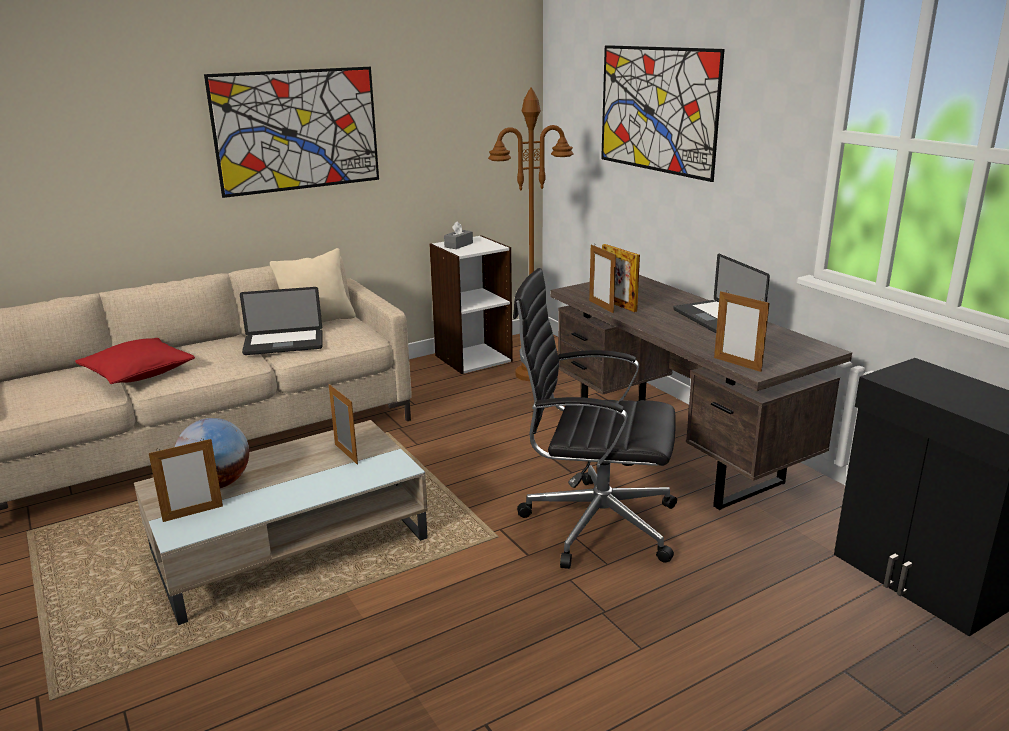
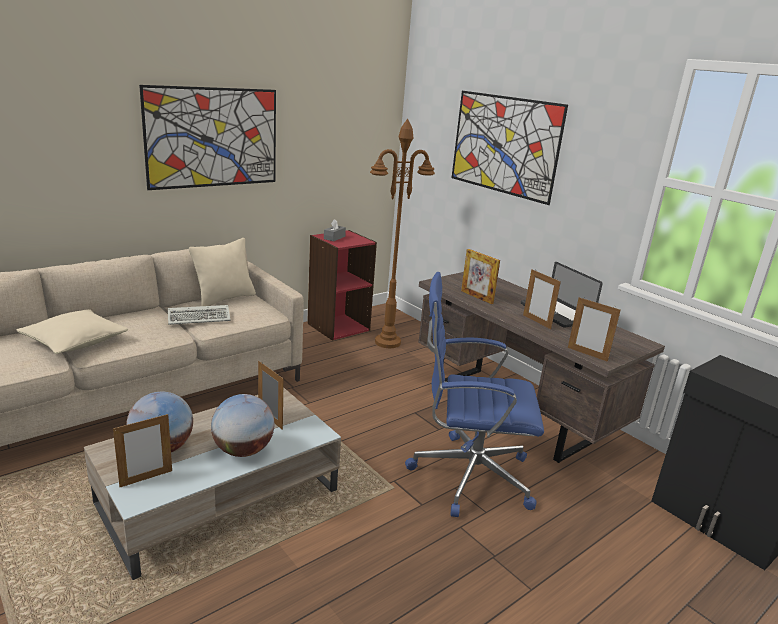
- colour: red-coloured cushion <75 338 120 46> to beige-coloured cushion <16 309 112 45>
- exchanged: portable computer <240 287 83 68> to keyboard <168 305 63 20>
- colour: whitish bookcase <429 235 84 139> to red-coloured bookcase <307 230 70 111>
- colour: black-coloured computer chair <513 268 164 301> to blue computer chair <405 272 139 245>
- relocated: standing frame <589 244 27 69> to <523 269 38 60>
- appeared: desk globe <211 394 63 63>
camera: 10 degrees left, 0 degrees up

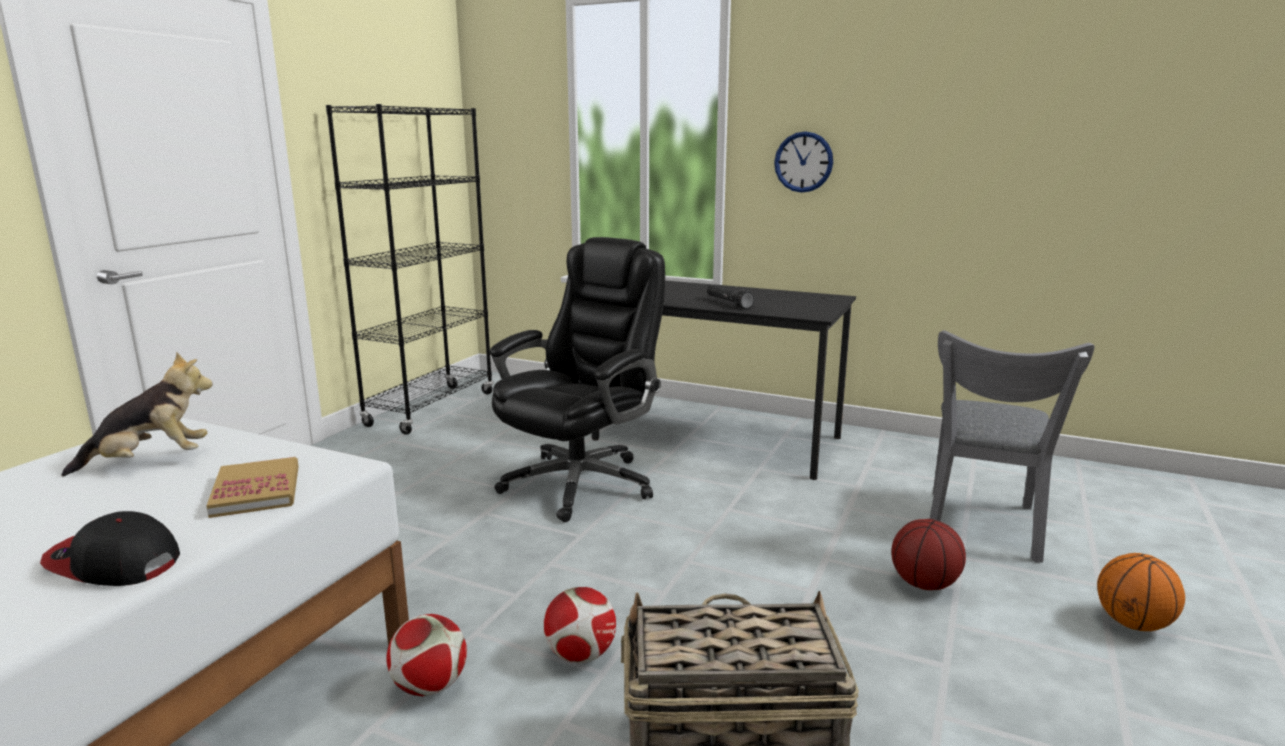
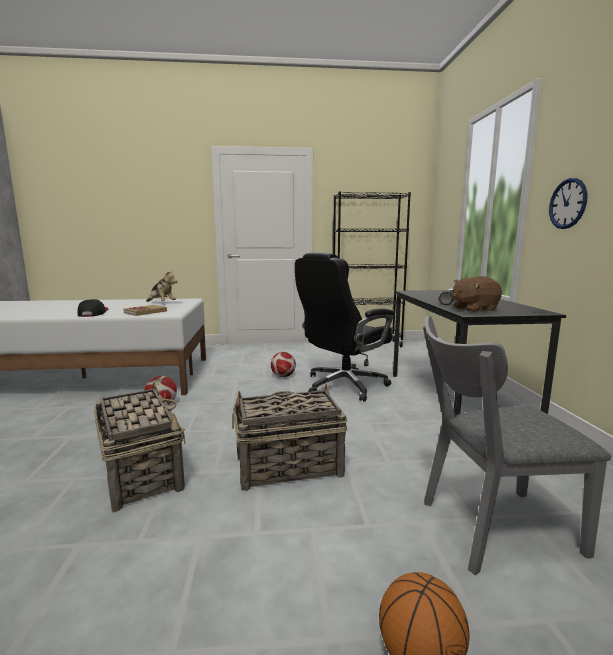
- spun: black-coloured computer chair <490 237 175 285> = <295 252 100 150> 135 degrees clockwise
- relocated: football <543 587 73 76> to <271 352 25 25>
- missing: basketball <891 519 75 71>
- appeared: storage basket <232 384 115 107>
- appeared: brown-coloured soft toy <452 276 50 36>
camera: 60 degrees right, 5 degrees down

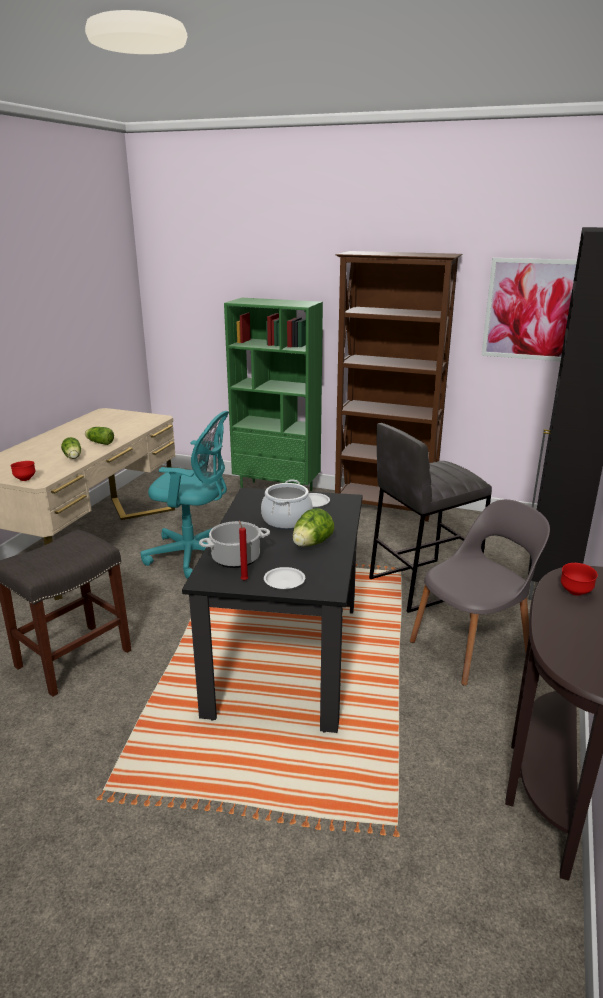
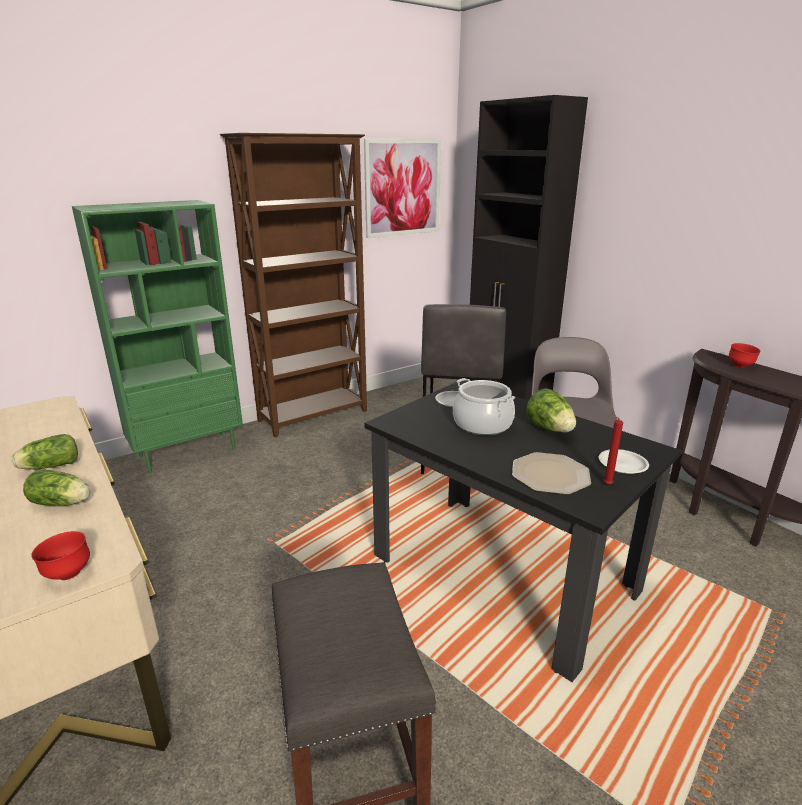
- missing: turquoise-coloured computer chair <140 411 89 168>
- exchanged: saucepot <199 521 71 47> to plate <512 452 79 43>
camera: 55 degrees left, 0 degrees up

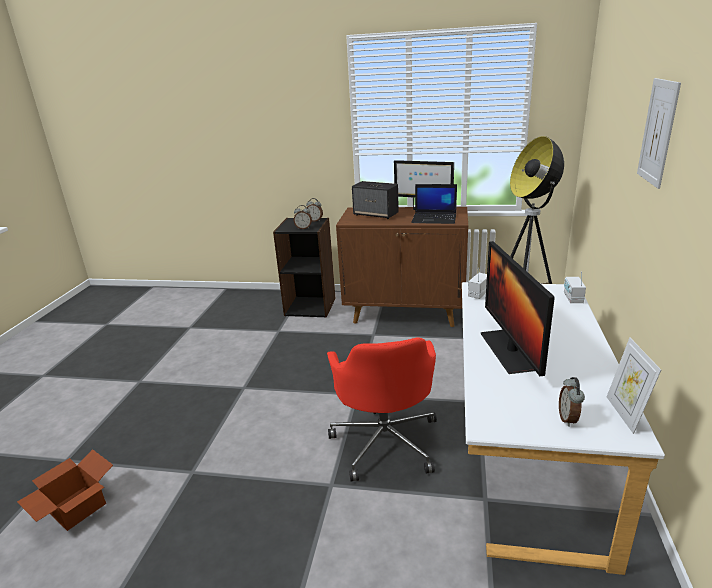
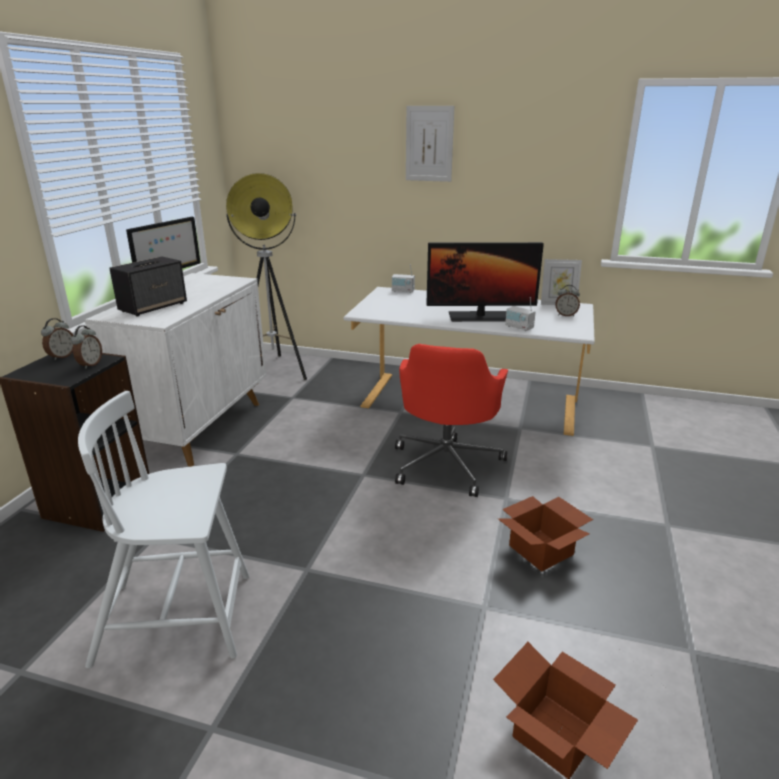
- spun: red-coloured computer chair <327 337 110 145> = <395 344 113 153> 105 degrees clockwise
- colour: brown-coloured cupboard <336 207 132 120> to whitish cupboard <85 273 181 194>
- missing: portable computer <411 184 46 40>
- relocated: radio <468 268 19 31> to <505 297 31 34>
- appeared: whitish upright chair <78 391 171 277>
- appeared: carton <498 496 95 76>
camera: 85 degrees left, 0 degrees up

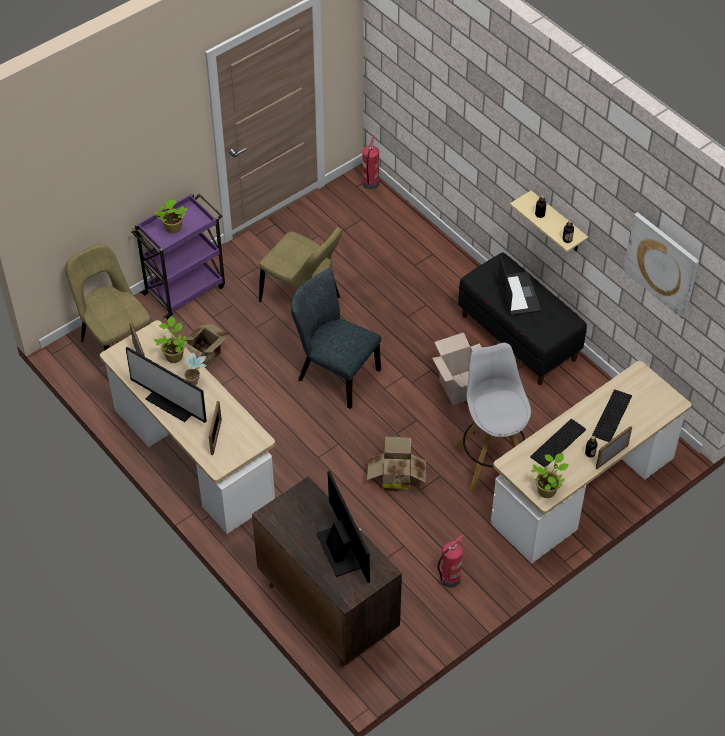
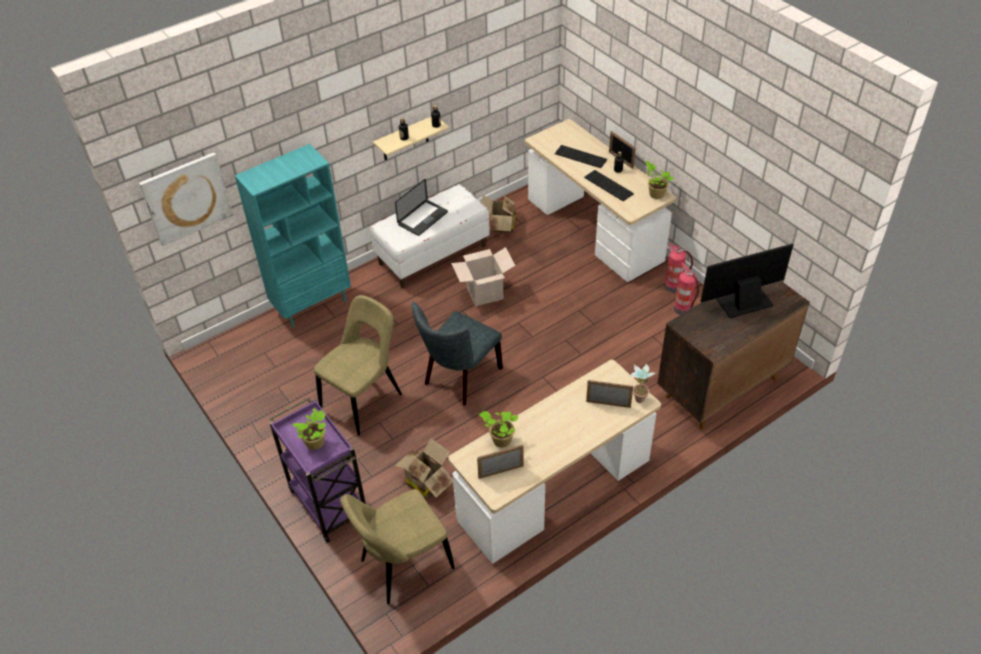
- missing: monitor <126 347 81 76>
- relocated: houseplant <183 352 24 34> to <630 363 25 40>
- relocated: extinguisher <362 135 17 55> to <665 244 28 49>
- relocated: carton <367 437 59 54> to <482 195 34 38>
- missing: whitish stool seat <455 343 76 148>
- colour: black-coloured indoor bench <458 252 129 133> to whitish indoor bench <370 184 120 104>
- spun: portable computer <498 255 43 61> = <395 179 53 57> 135 degrees clockwise
- relocated: picture <623 212 76 107> to <139 153 94 93>
- appeared: turquoise-coloured bookcase <235 144 116 184>
camera: 85 degrees left, 5 degrees down

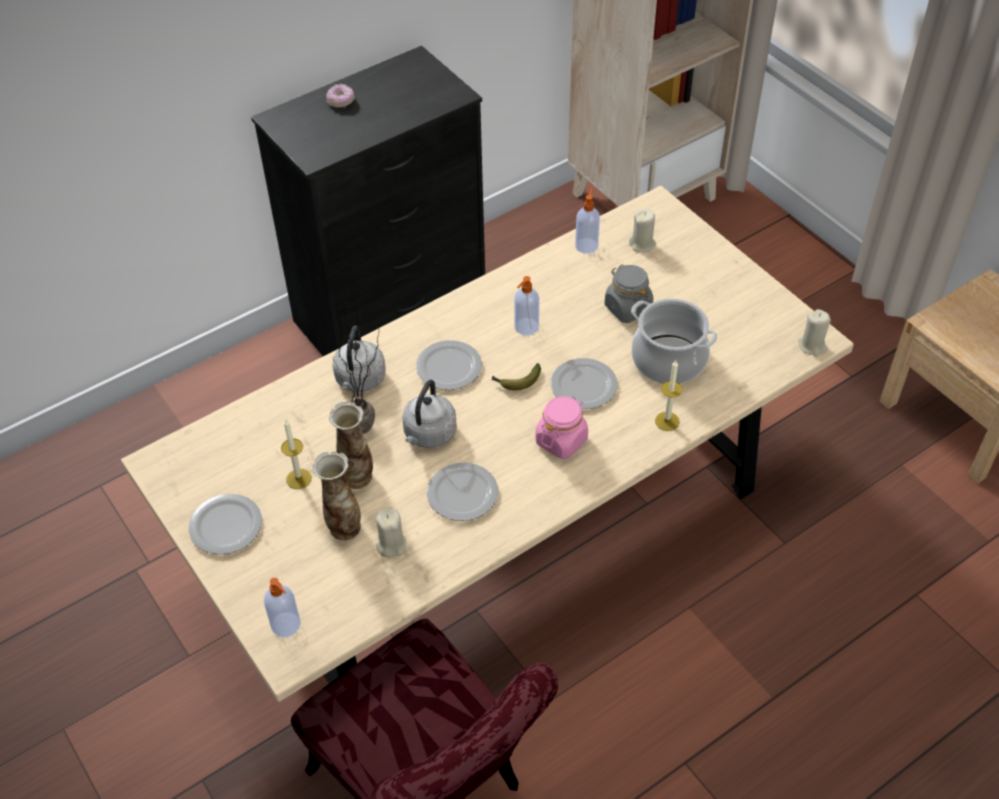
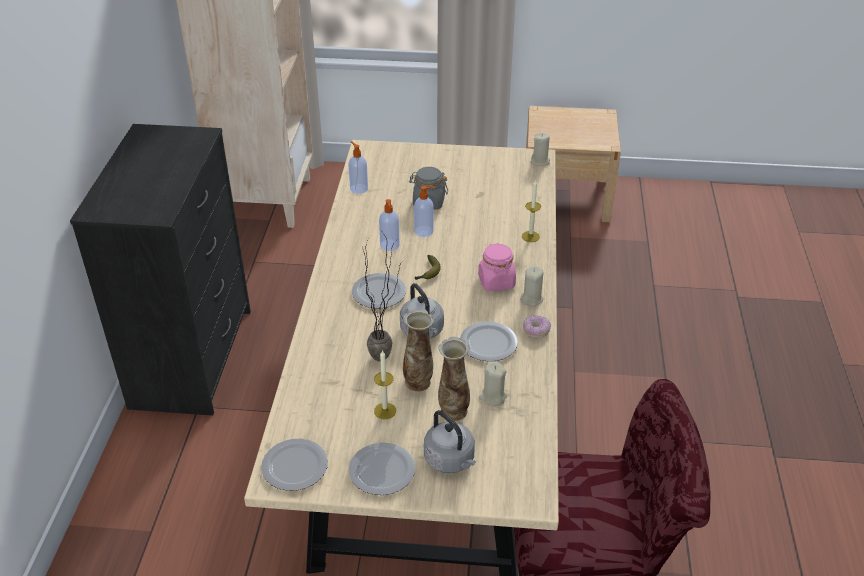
- relocated: liquid soap bottle <264 578 37 59> to <414 186 21 51>
- relocated: ring doughnut <326 84 28 24> to <523 315 28 24>
- relocated: gray water kettle <333 326 53 66> to <424 410 52 64>
- relocated: plate <551 358 67 51> to <261 438 67 53>
- relocated: beige-coloured candle <629 209 27 43> to <520 266 24 40>
- missing: saucepot <631 298 86 86>
camera: 50 degrees left, 10 degrees down

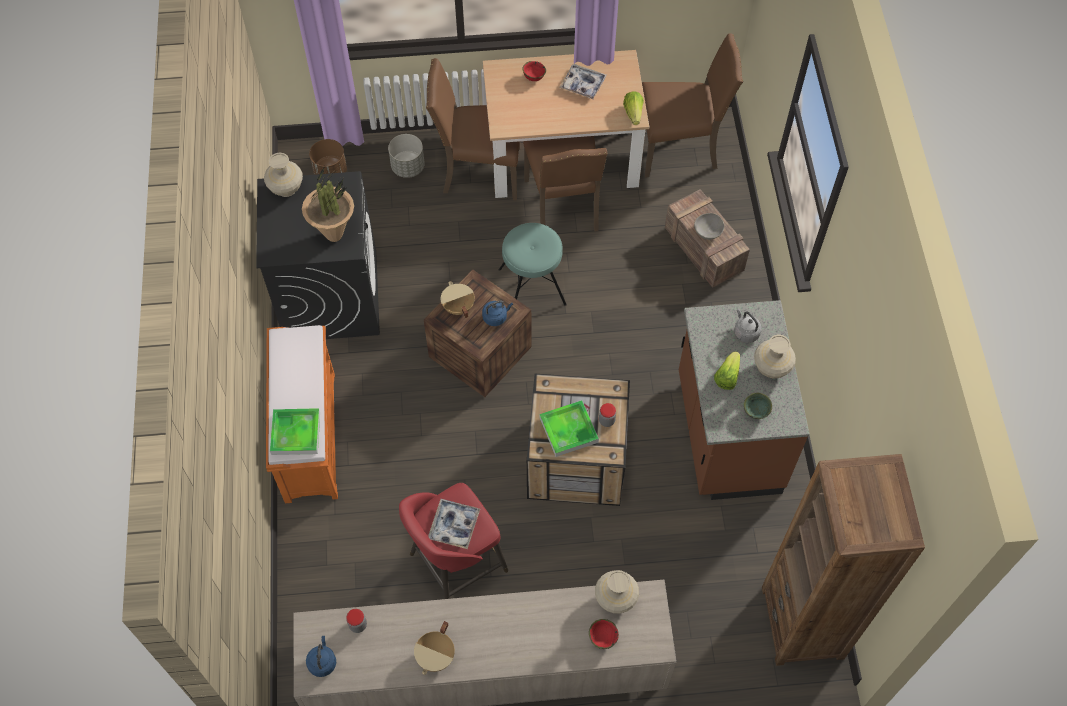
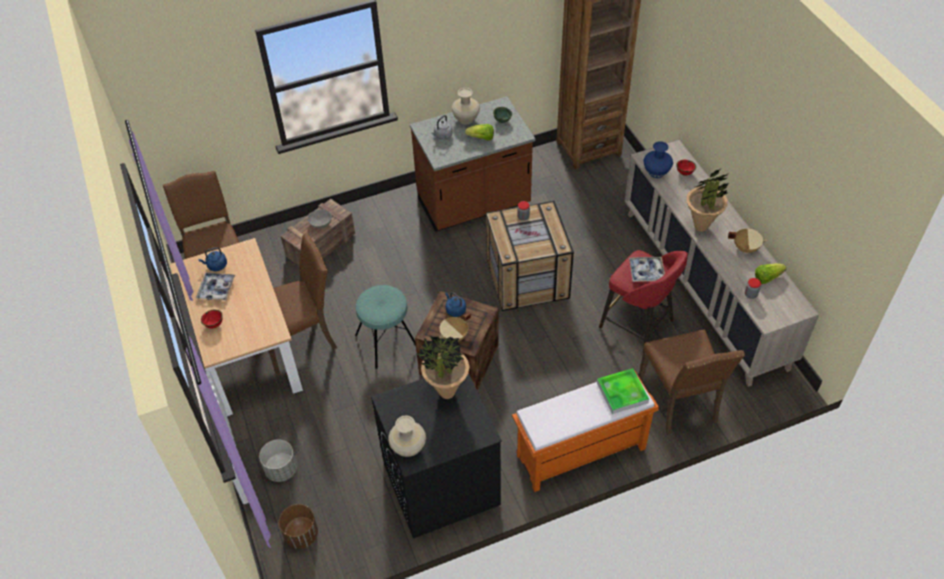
- relocated: blue water kettle <306 636 30 41> to <198 247 29 24>
- relocated: brown-coloured upright chair <426 58 94 142> to <639 329 106 106>
- missing: serving tray <540 400 59 57>
- colour: beige-coloured decorative vase <595 570 44 44> to blue decorative vase <643 141 30 37>
- relocated: lettuce head <623 91 21 34> to <755 263 31 21>
- appeared: houseplant <687 169 43 63>
camera: 105 degrees left, 10 degrees down

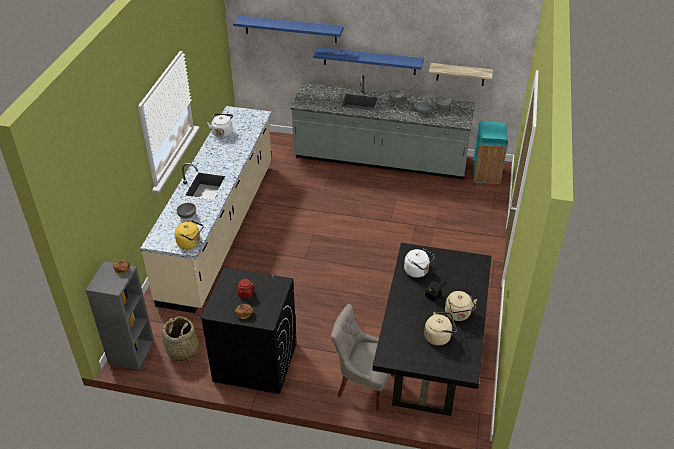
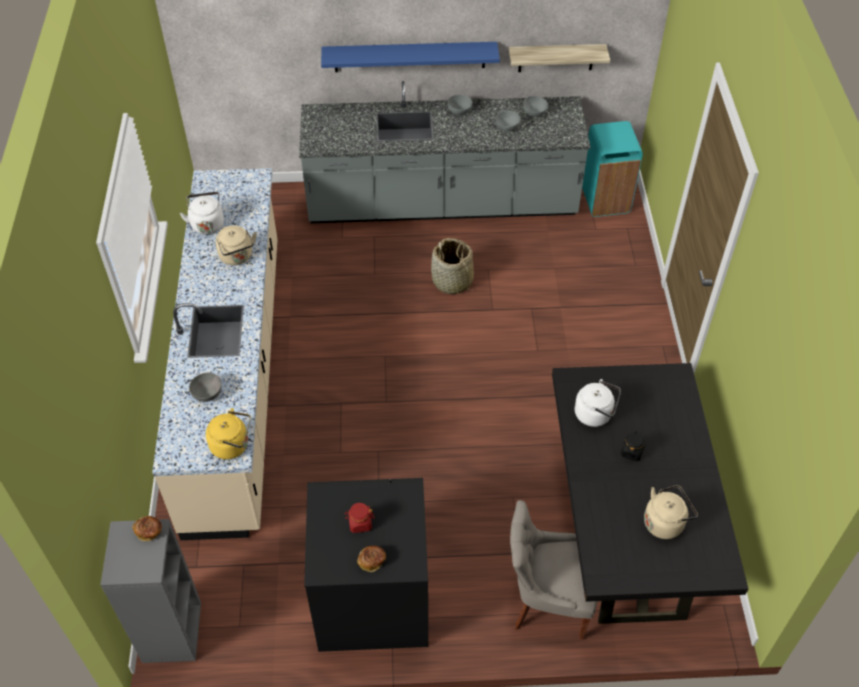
- relocated: storage basket <162 316 37 45> to <431 238 43 56>
- missing: blue shelf <233 15 111 28>
- relocated: beige-coloured water kettle <445 291 32 30> to <215 225 42 40>
camera: 15 degrees left, 10 degrees up

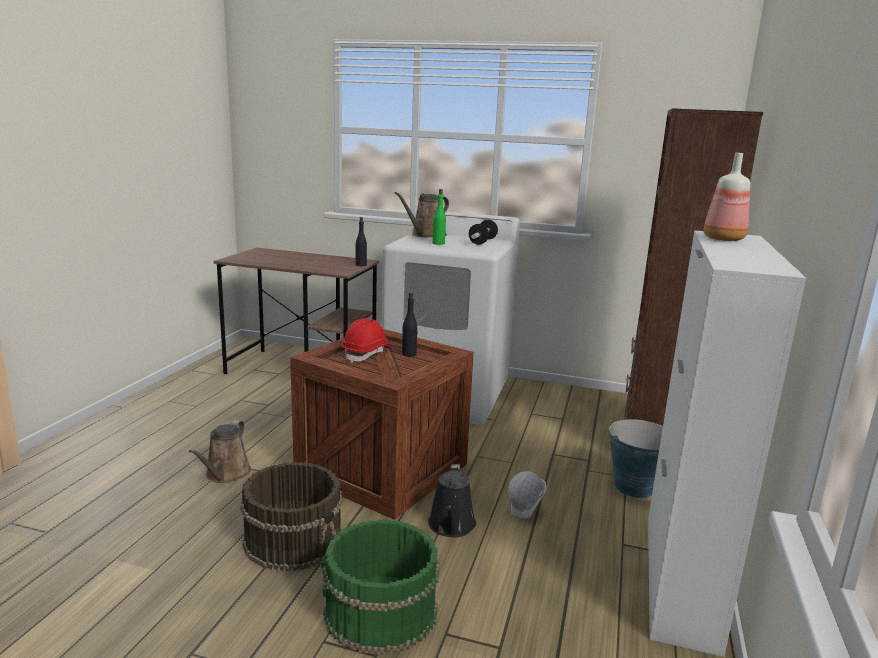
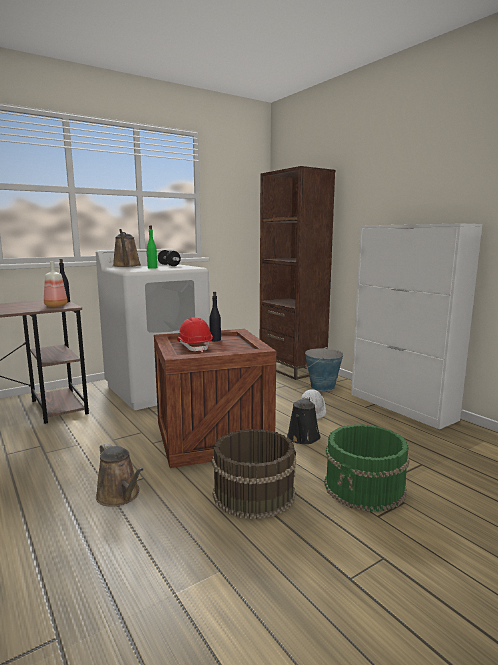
- spun: black-coloured sprinkling can <428 464 48 73> = <287 397 34 47> 60 degrees clockwise
- relocated: bottle <704 153 46 88> to <44 261 23 46>
camera: 50 degrees left, 5 degrees down

